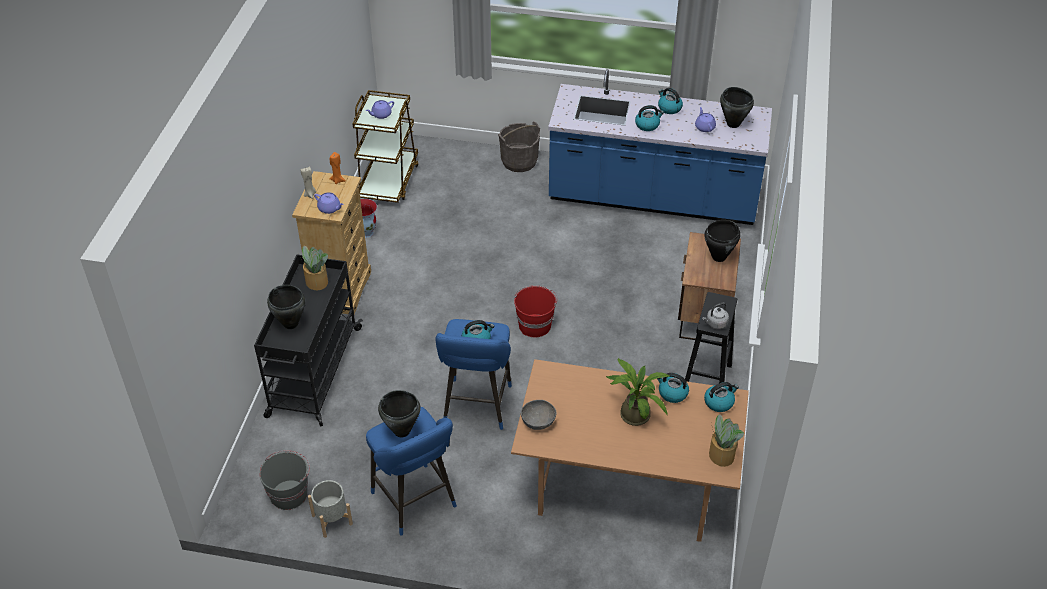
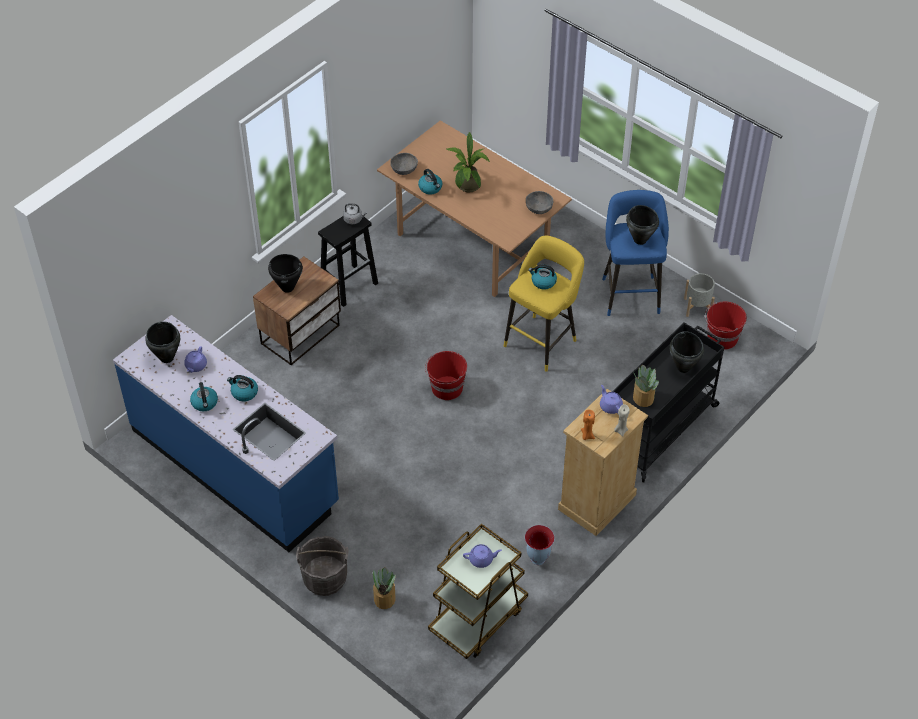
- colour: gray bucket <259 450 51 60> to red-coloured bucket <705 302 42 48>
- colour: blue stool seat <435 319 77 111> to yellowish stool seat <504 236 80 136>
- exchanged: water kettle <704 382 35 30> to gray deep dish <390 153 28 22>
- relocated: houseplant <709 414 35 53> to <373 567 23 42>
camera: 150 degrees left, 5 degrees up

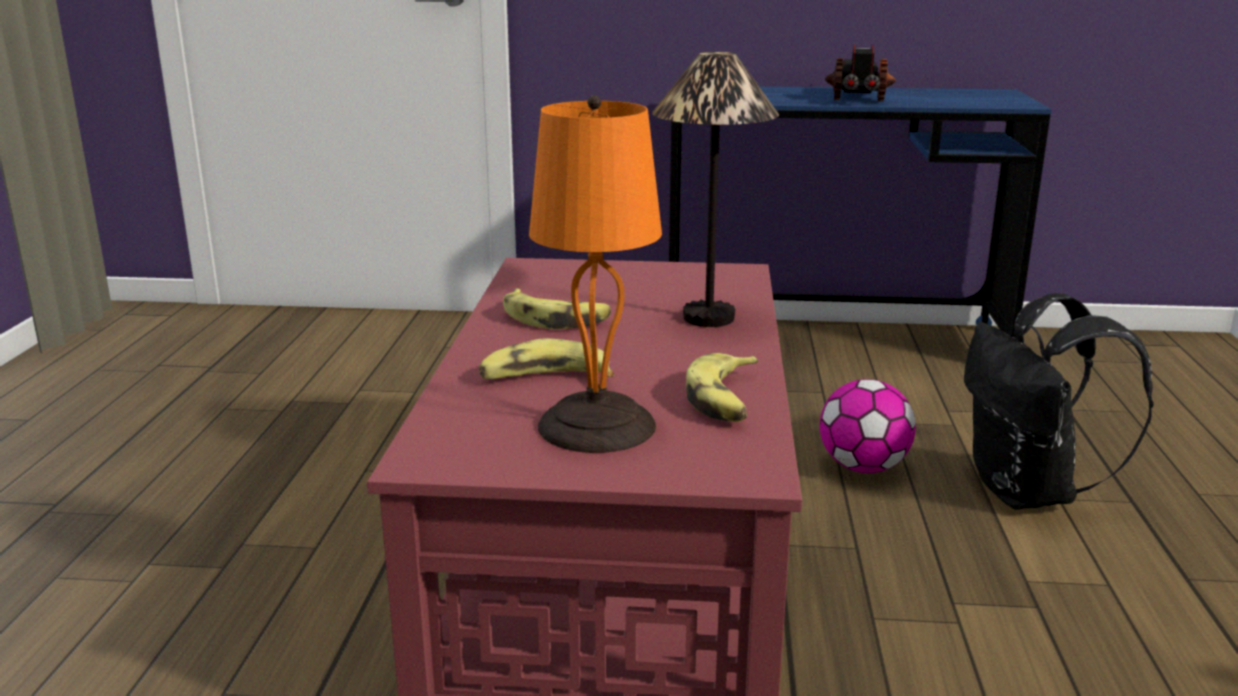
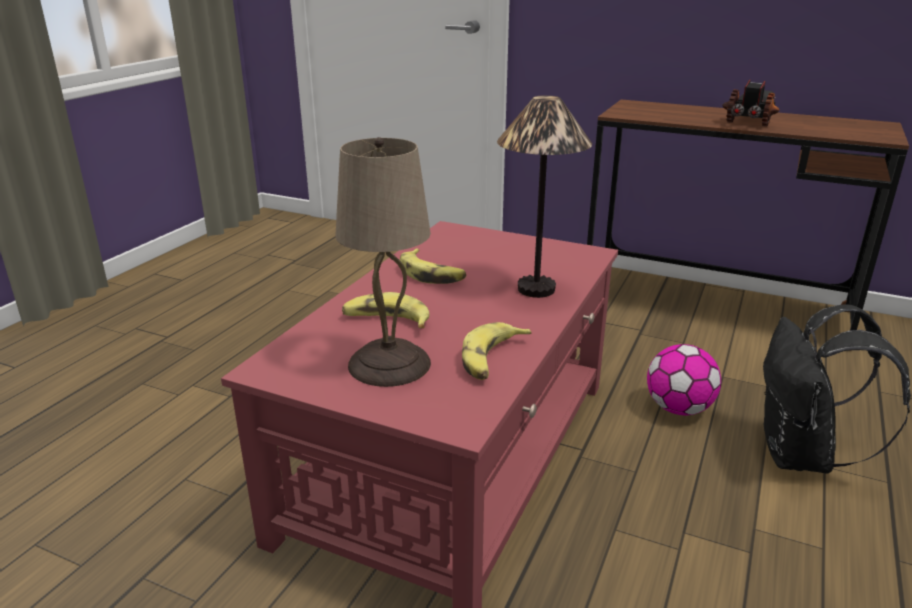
- colour: orangey tabletop lamp <529 95 133 358> to beige-coloured tabletop lamp <335 137 96 250>
- colour: blue desk <669 86 383 251> to brown-coloured desk <587 100 322 251>
camera: 20 degrees right, 5 degrees up

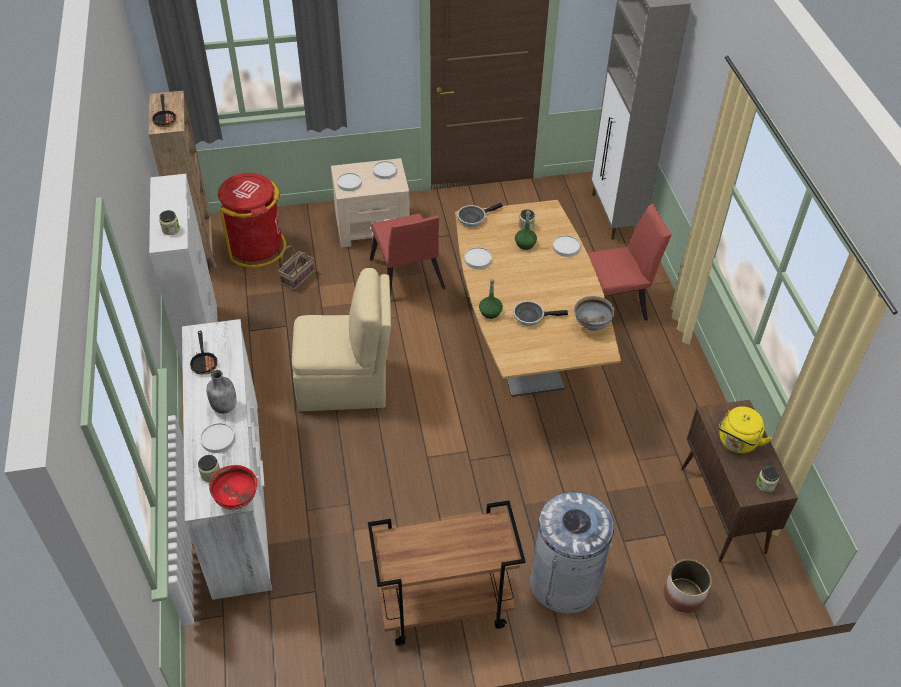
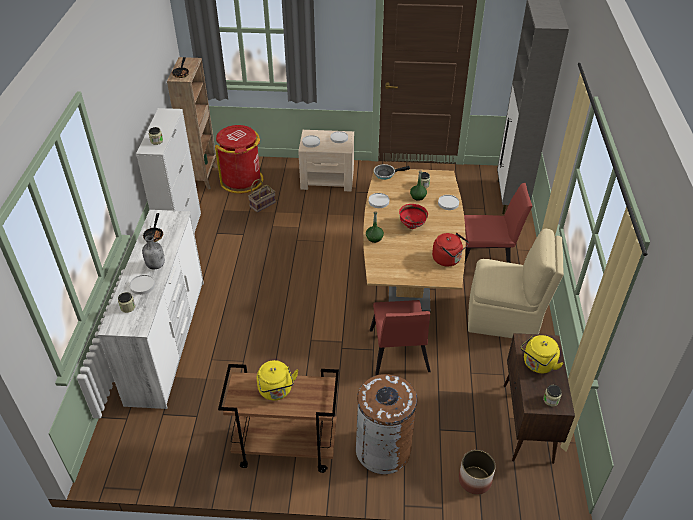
- relocated: red-coloured deep dish <209 465 48 44> to <399 204 29 25>
- relocated: beige-coloured upright chair <292 268 99 143> to <468 228 96 110>
- relocated: red-coloured upright chair <370 213 76 83> to <370 300 61 75>
- missing: frying pan <513 301 55 25>
- colour: gray waste bin <530 492 84 122> to brown-coloured waste bin <356 374 61 100>
- exchanged: gray deep dish <574 296 41 35> to red-coloured water kettle <432 233 37 33>
- appeared: yellowish water kettle <257 360 41 40>
camera: 15 degrees right, 5 degrees down

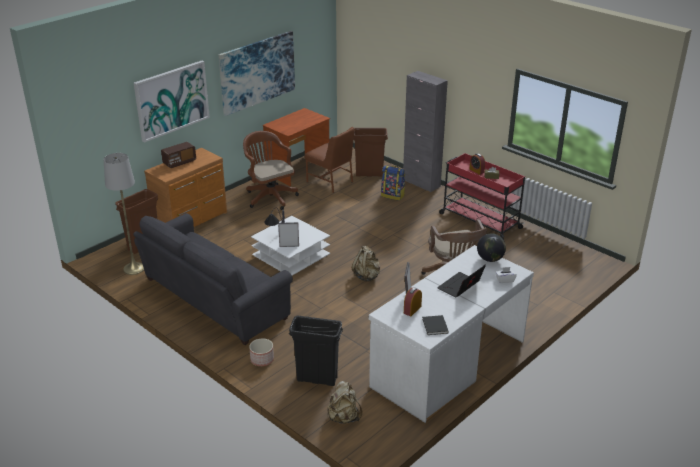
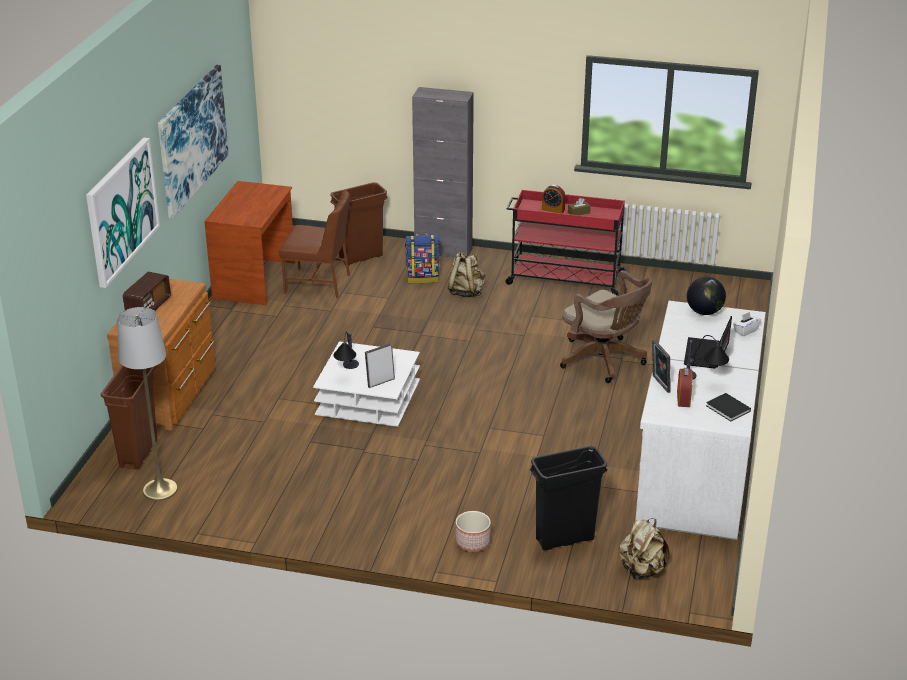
- missing: gray sofa <134 213 159 132>
- missing: brown-coloured computer chair <243 131 56 79>
- relocated: beige-coloured knapsack <352 246 28 36> to <448 252 37 45>
- appeared: tabletop lamp <687 335 42 45>
camera: 30 degrees left, 0 degrees up

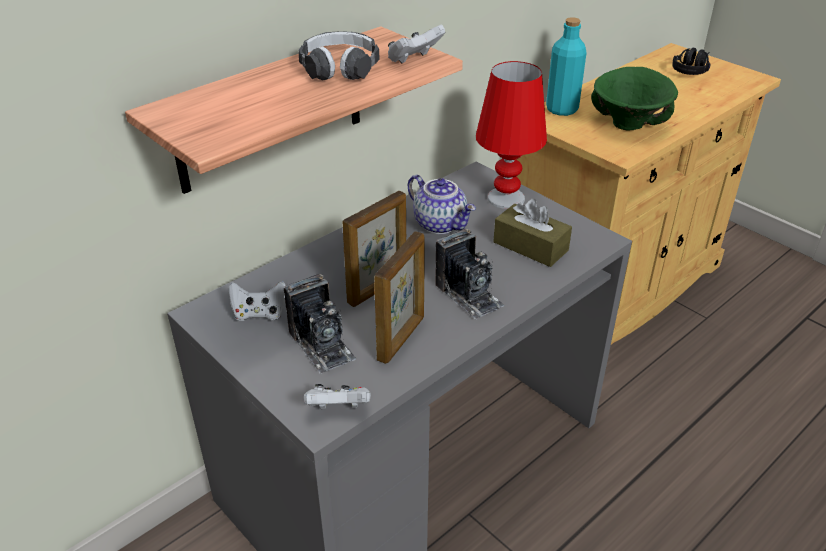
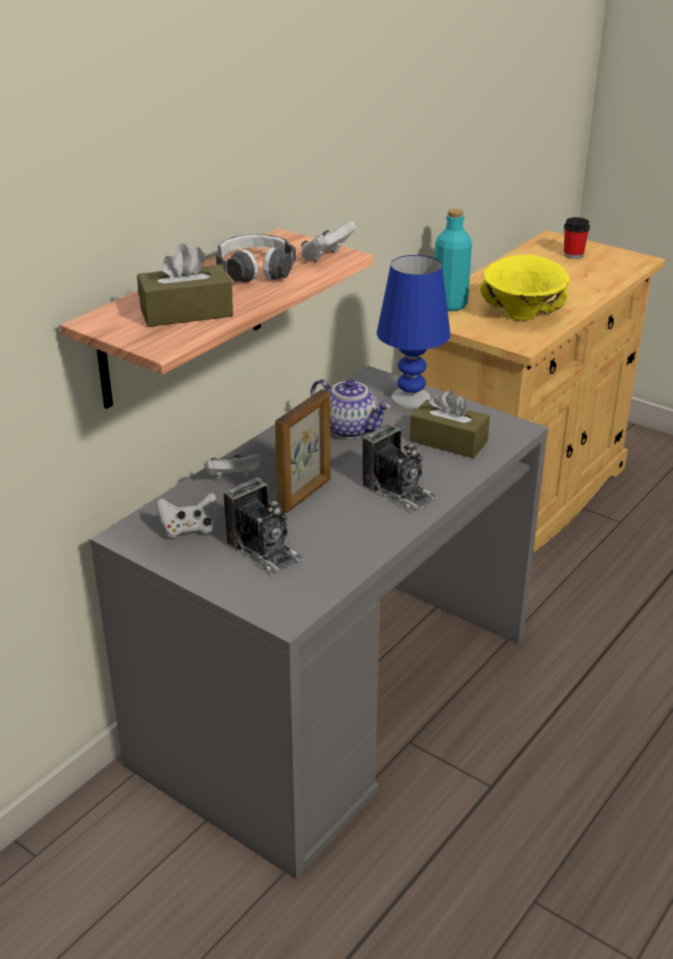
- relocated: whitish game controller <304 384 67 25> to <204 455 57 24>
- missing: standing frame <374 231 51 133>
- colour: red-coloured tabletop lamp <476 61 71 148> to blue tabletop lamp <377 255 73 154>
- colour: greenish deep dish <591 67 87 64> to yellowish deep dish <480 255 90 66>
- exchanged: black-coloured headset <672 48 39 27> to small cup <564 217 26 42>
- appeared: brown-coloured box of tissues <137 243 96 84>
camera: 10 degrees left, 5 degrees down

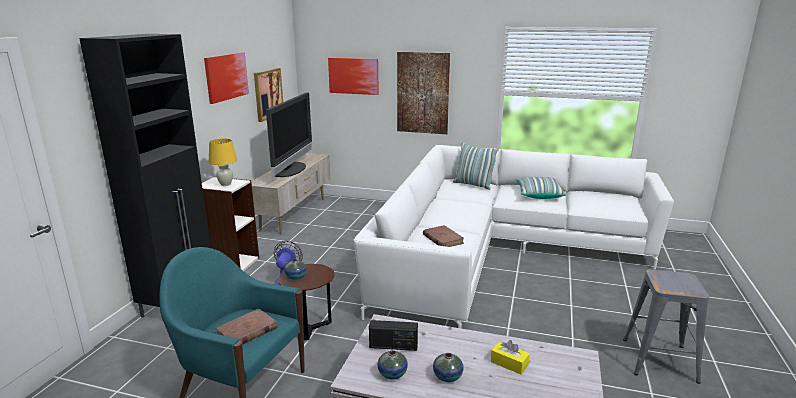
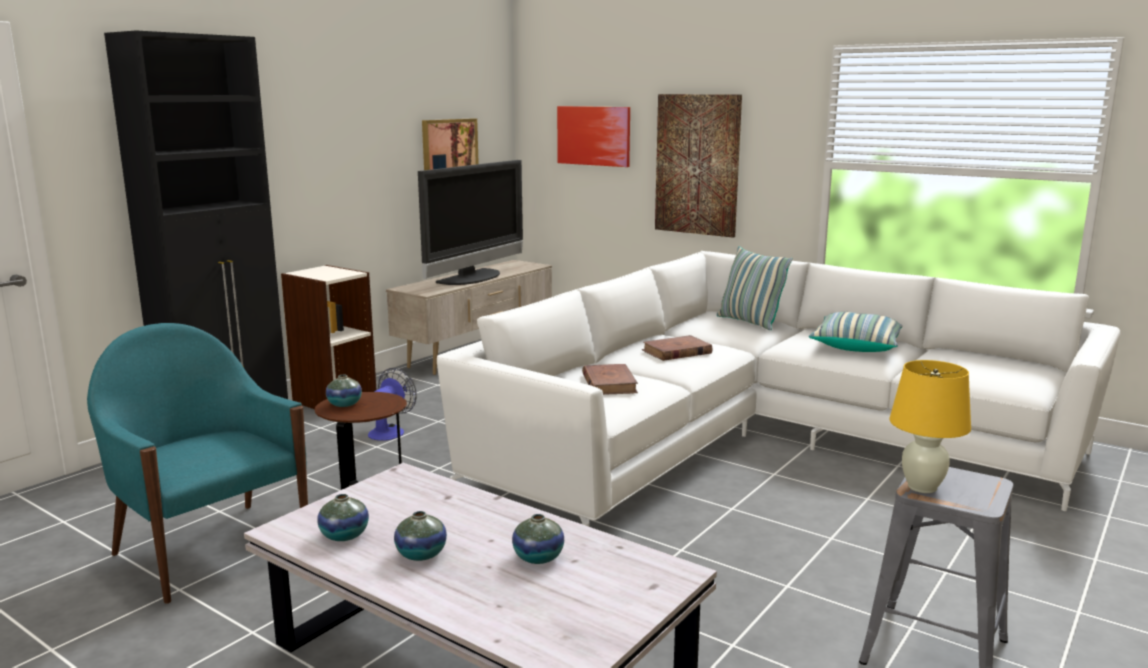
- missing: picture <204 52 45 52>
- relocated: yellowish tabletop lamp <209 138 28 48> to <889 360 82 133>
- relocated: brown-coloured book <215 308 63 37> to <642 335 70 26>
- missing: radio <369 320 49 31>
- exchanged: yellowish box of tissues <491 340 39 35> to decorative vase <512 514 52 50>
camera: 20 degrees right, 5 degrees down

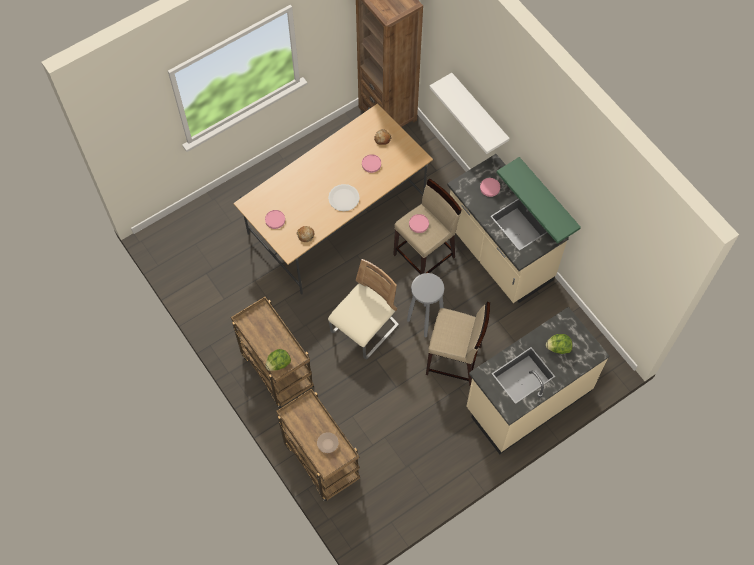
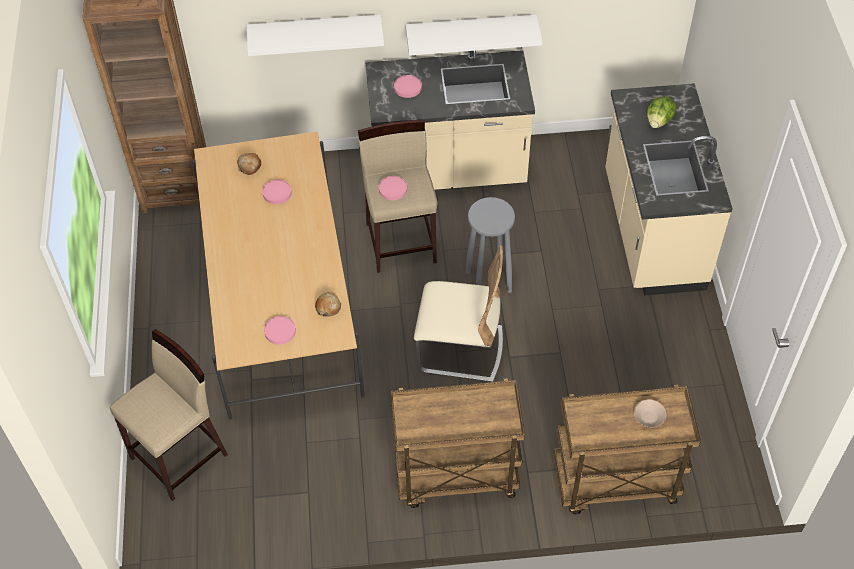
- missing: lettuce head <266 349 25 22>
- missing: whitish plate <328 184 32 27>
- spun: beige-coloured upright chair <328 259 71 100> = <414 245 89 137> 120 degrees clockwise
- relocated: beige-coloured stool seat <426 302 64 84> to <110 329 118 172>
- colour: greenish shelf <497 157 84 87> to whitish shelf <406 15 136 41>
camera: 60 degrees left, 10 degrees down

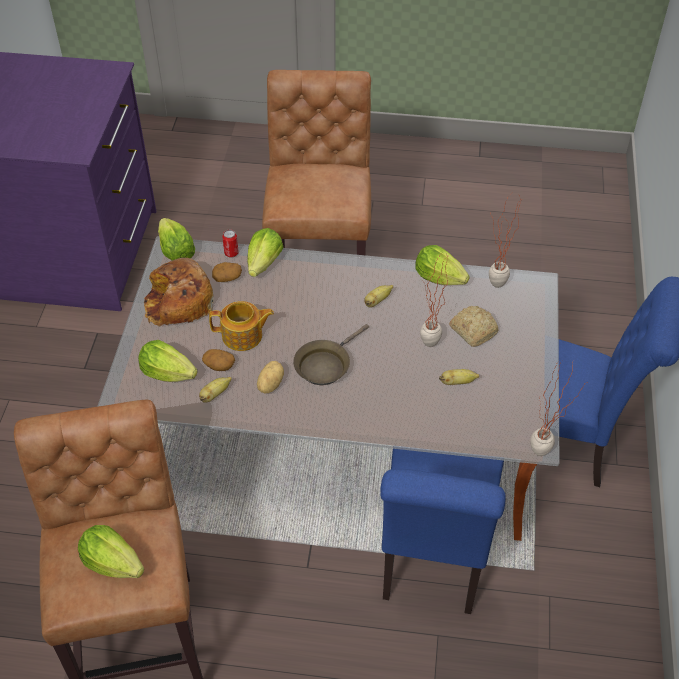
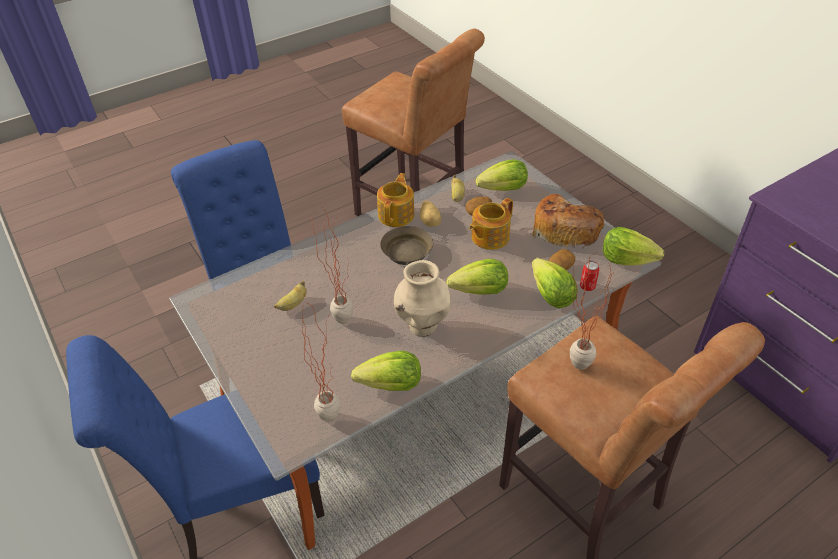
- relocated: lettuce head <78 525 66 53> to <447 259 61 36>
- exchanged: whole banana <364 285 29 22> to beige-coloured decorative vase <394 260 57 77>
- missing: baked bread <449 306 50 41>
- relocated: houseplant <530 360 58 96> to <570 252 43 118>
- appeared: teapot <377 173 37 54>
camera: 140 degrees right, 5 degrees down

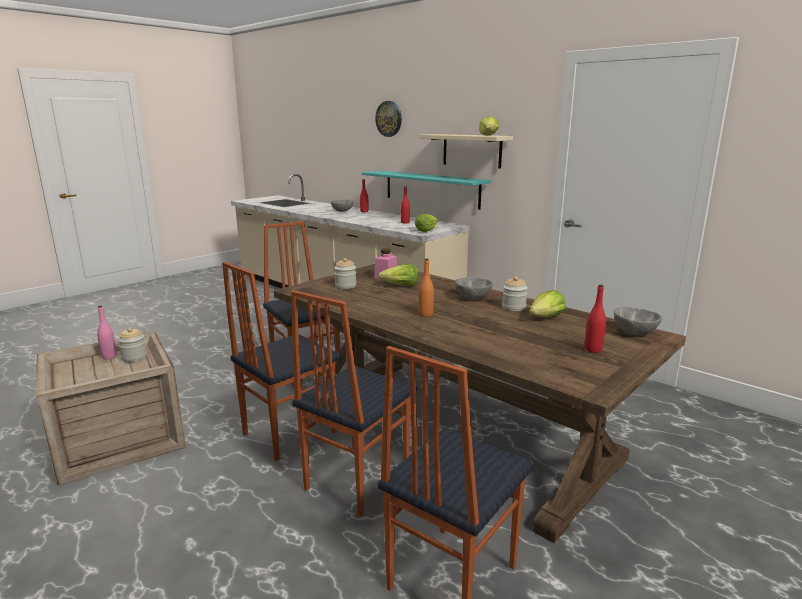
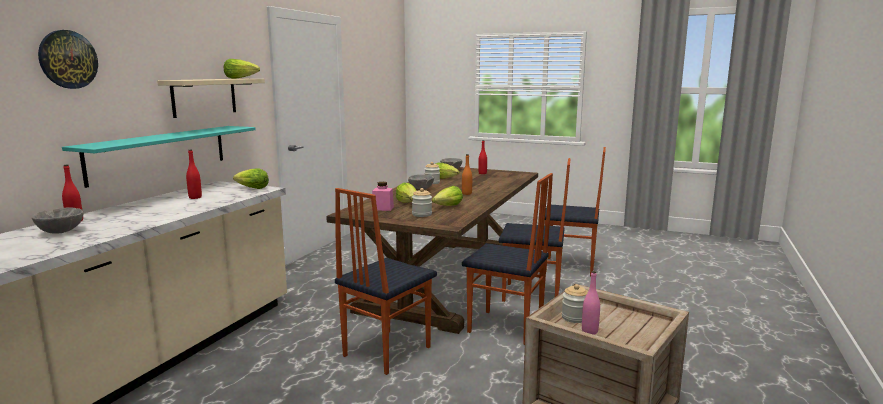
- appeared: lettuce head <432 186 31 20>
camera: 110 degrees left, 5 degrees down

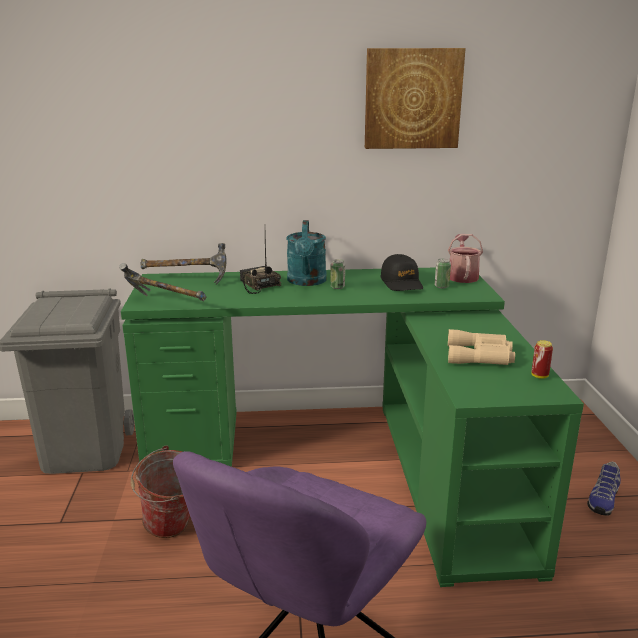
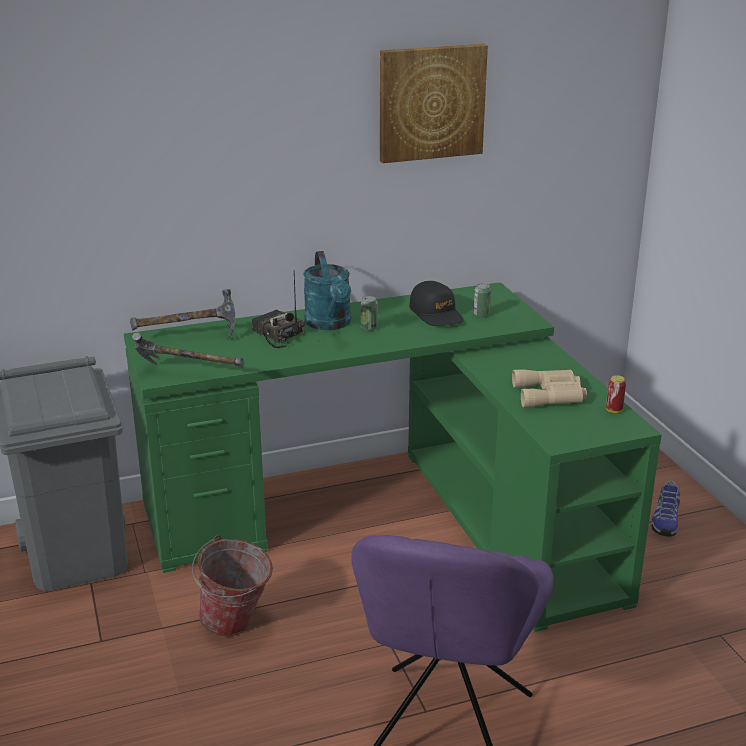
- missing: sprinkling can <448 234 35 49>
camera: 15 degrees left, 5 degrees up

